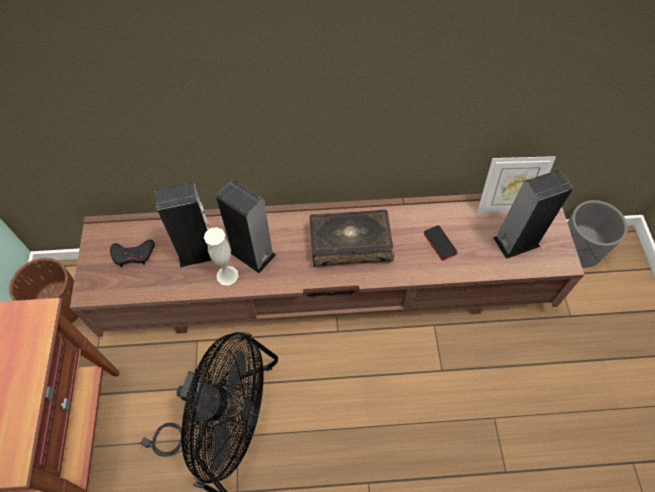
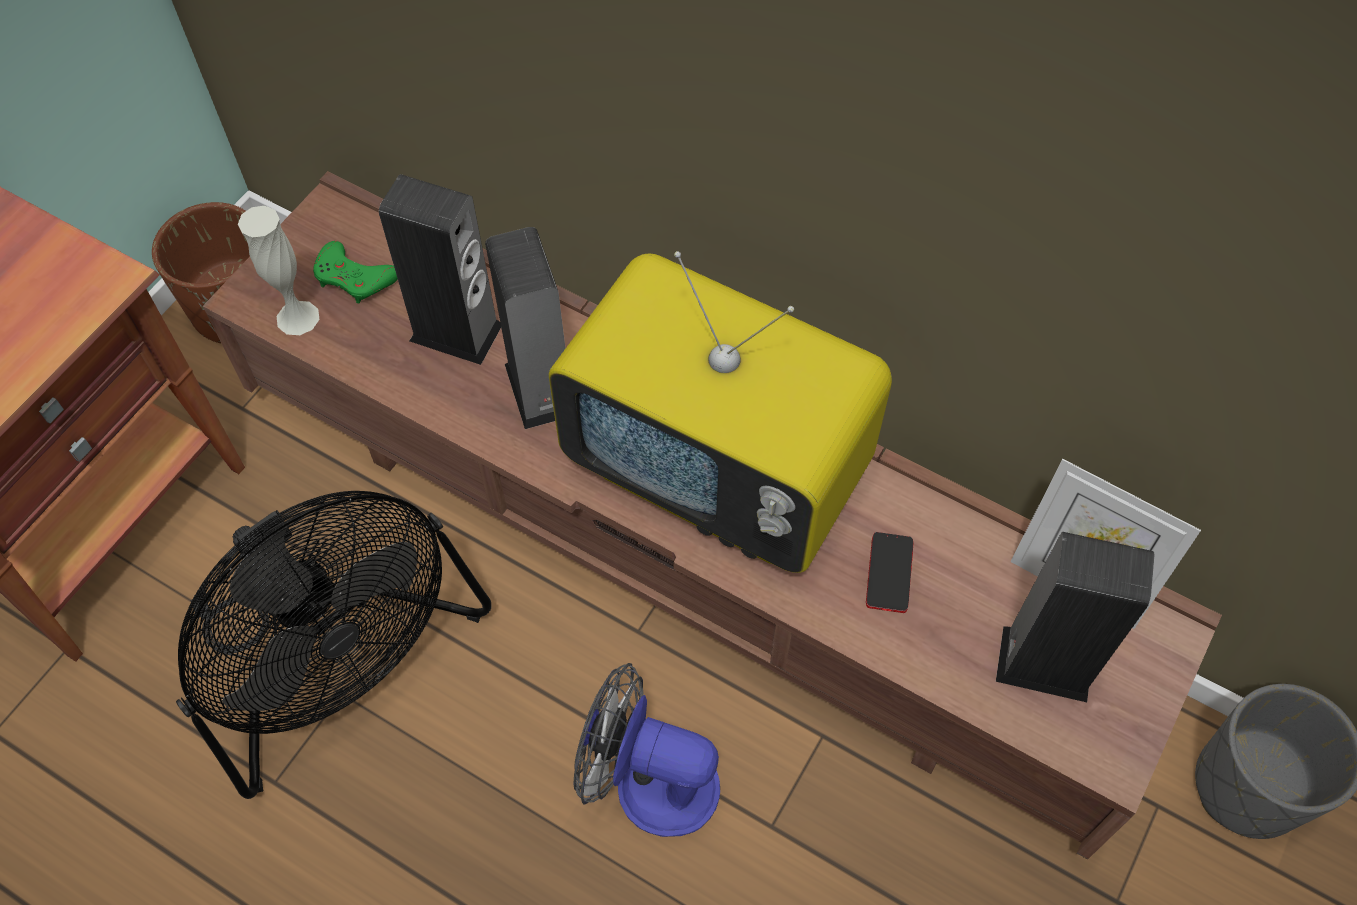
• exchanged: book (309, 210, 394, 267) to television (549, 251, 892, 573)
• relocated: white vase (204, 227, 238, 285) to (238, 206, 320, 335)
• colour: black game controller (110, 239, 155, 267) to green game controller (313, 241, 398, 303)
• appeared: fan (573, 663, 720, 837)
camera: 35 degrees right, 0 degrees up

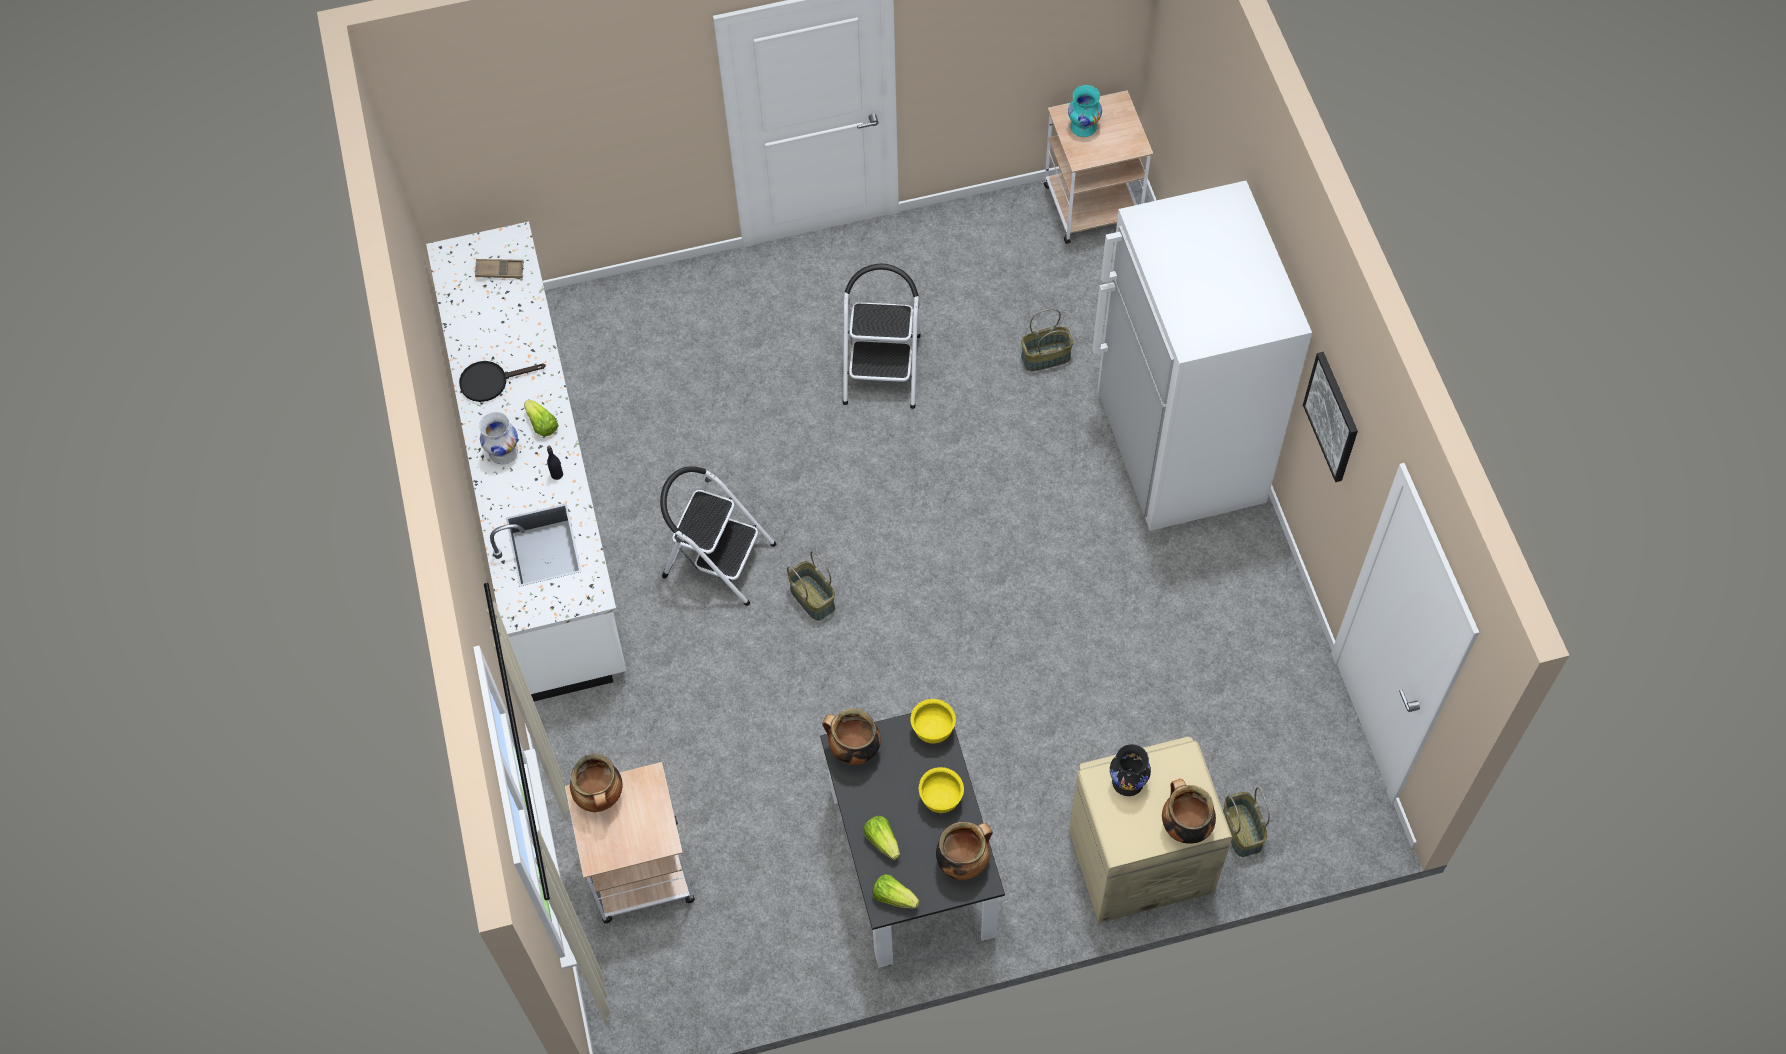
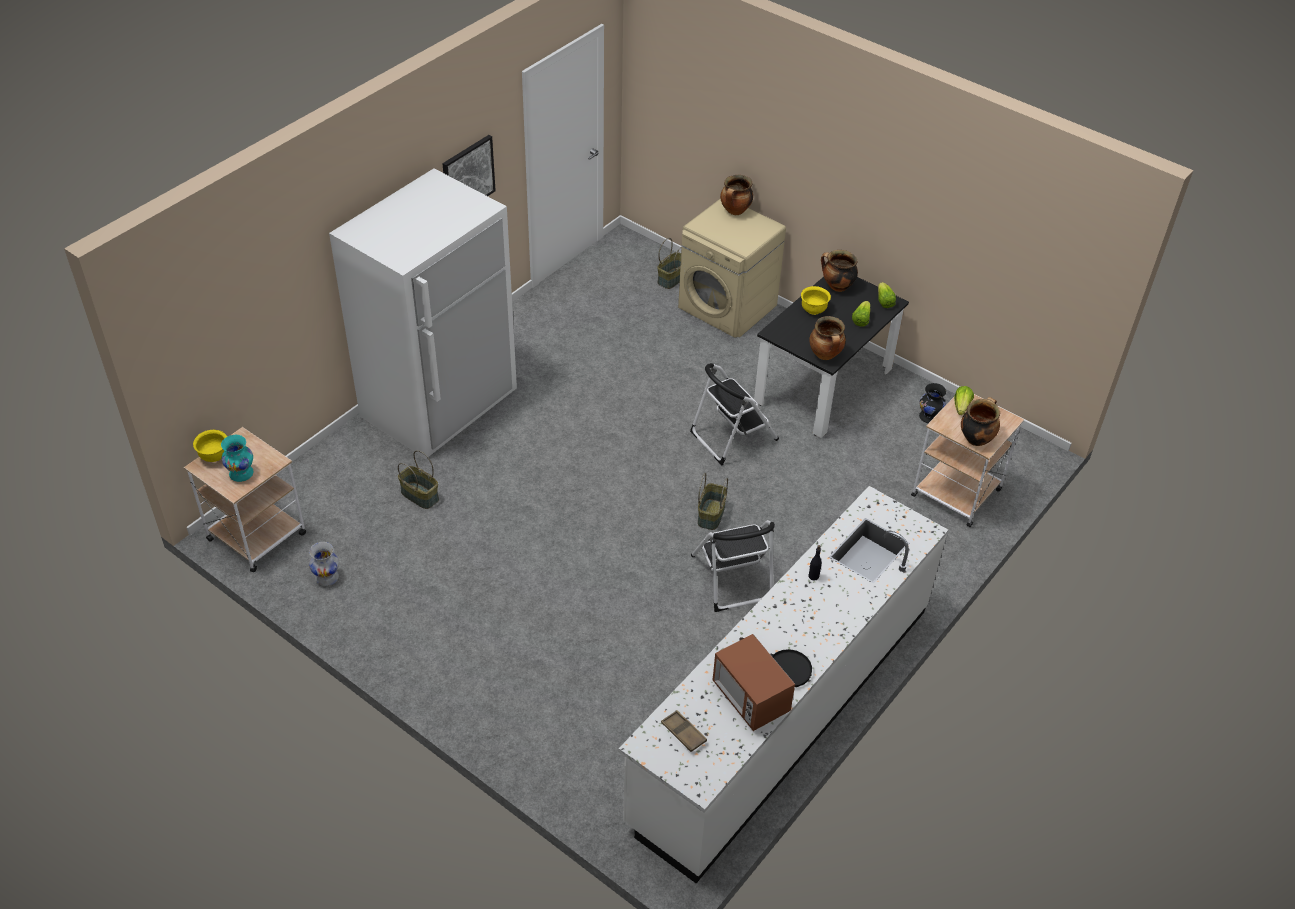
• relocated: step ladder (843, 263, 921, 409) to (690, 363, 779, 465)
• relocated: lettuce (524, 400, 559, 436) to (954, 386, 974, 415)
• relocated: white vase (479, 412, 518, 464) to (309, 542, 339, 586)
• relocated: yellow bowl (910, 699, 956, 743) to (193, 430, 227, 462)
• relocated: black vase (1110, 744, 1151, 796) to (919, 383, 946, 423)
• appeared: microwave (713, 634, 795, 731)
camera: 130 degrees left, 15 degrees down

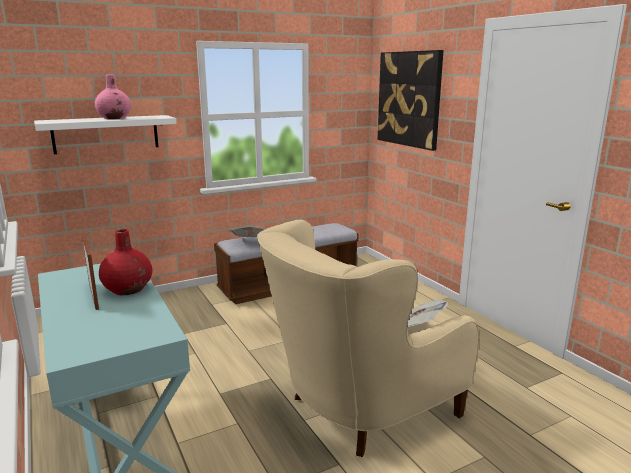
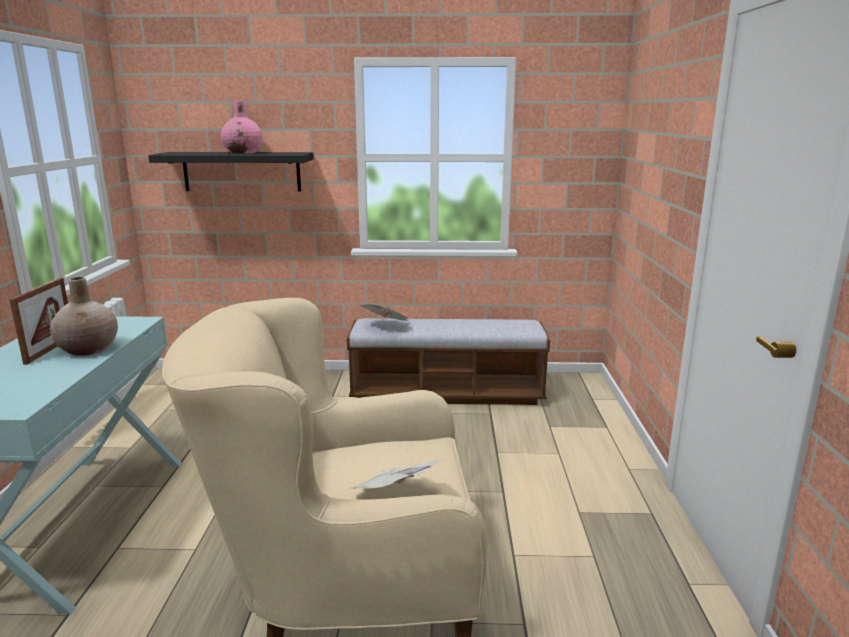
• missing: picture (378, 50, 444, 151)
• colour: white shelf (34, 115, 177, 154) to black shelf (148, 152, 314, 191)
• colour: red vase (99, 229, 153, 295) to beige vase (50, 277, 118, 356)
camera: 30 degrees right, 0 degrees up

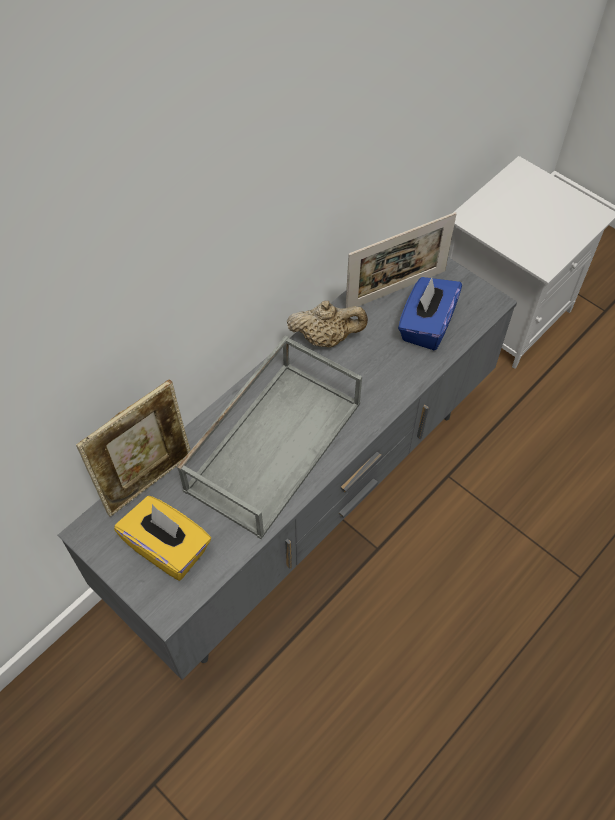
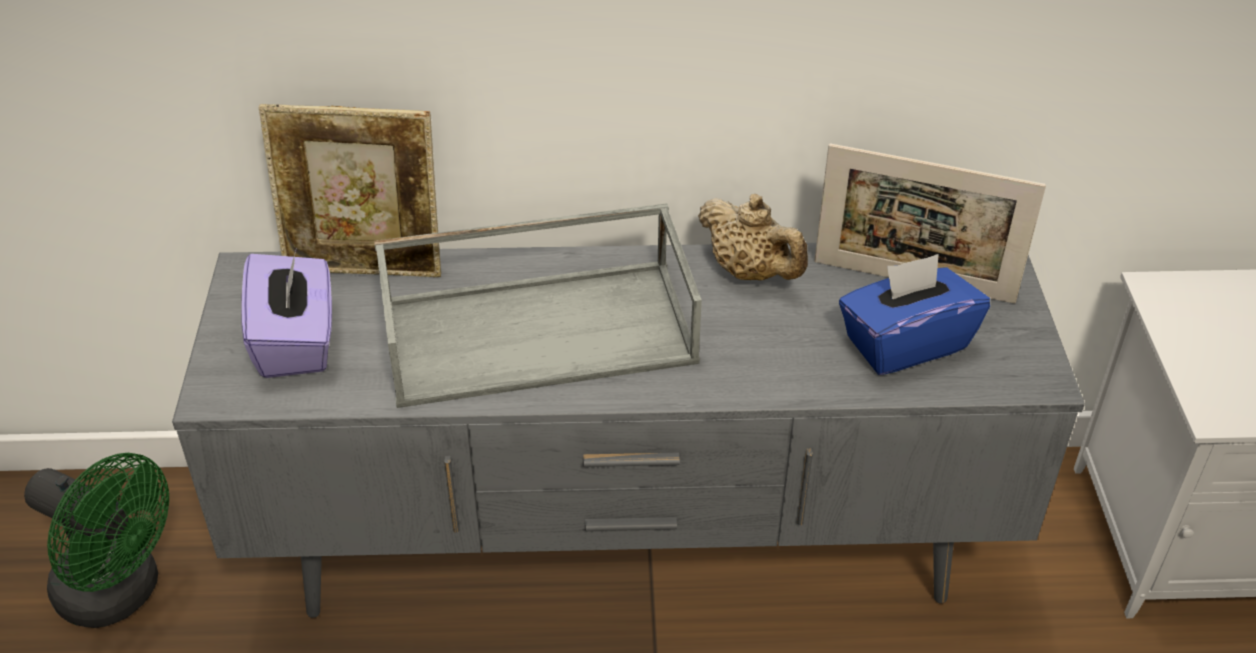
• colour: yellow tissue box (114, 496, 211, 581) to purple tissue box (241, 251, 332, 378)
• appeared: green fan (24, 453, 169, 628)
camera: 45 degrees right, 15 degrees down

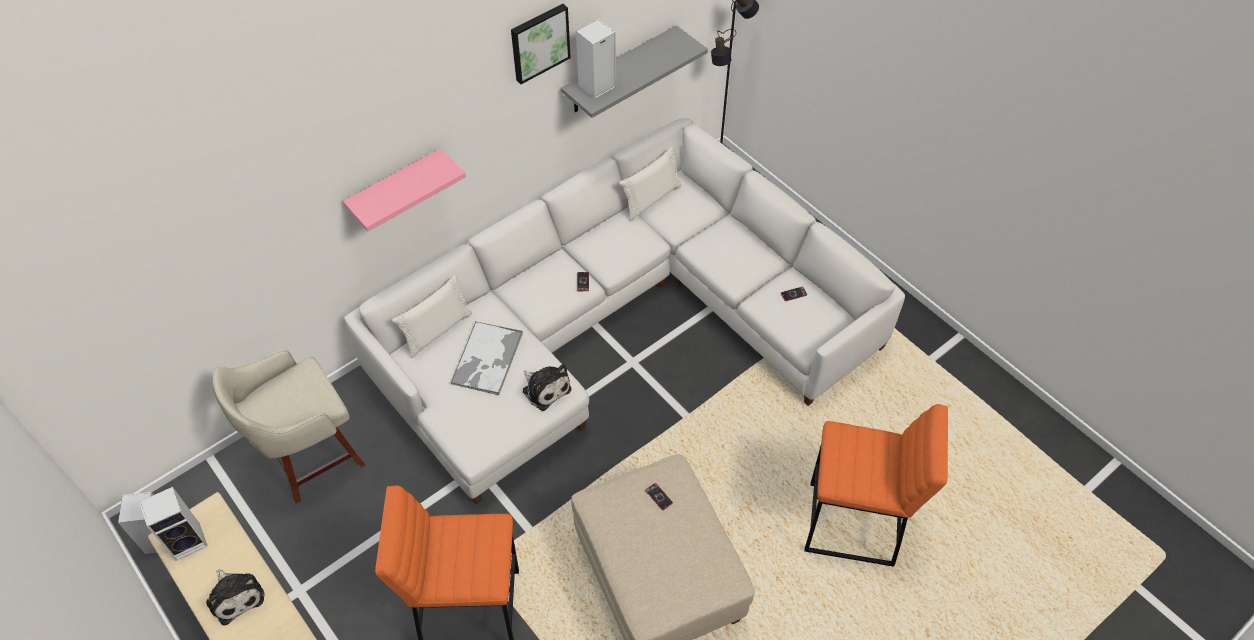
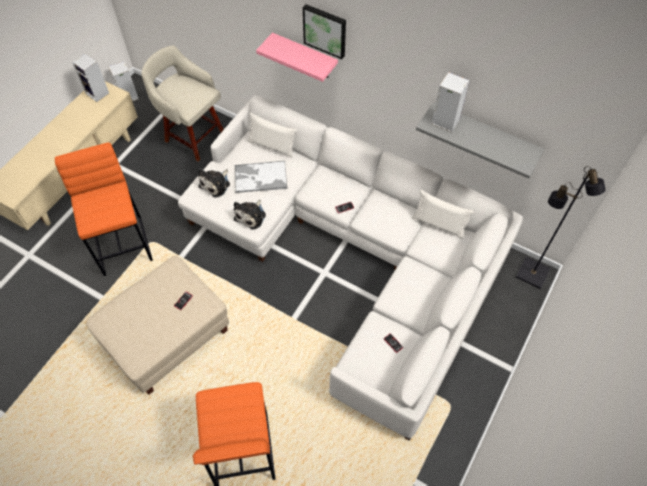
• relocated: picture (511, 4, 571, 84) to (303, 4, 346, 59)
• relocated: plush toy (206, 570, 265, 626) to (198, 169, 230, 197)
camera: 70 degrees right, 5 degrees up

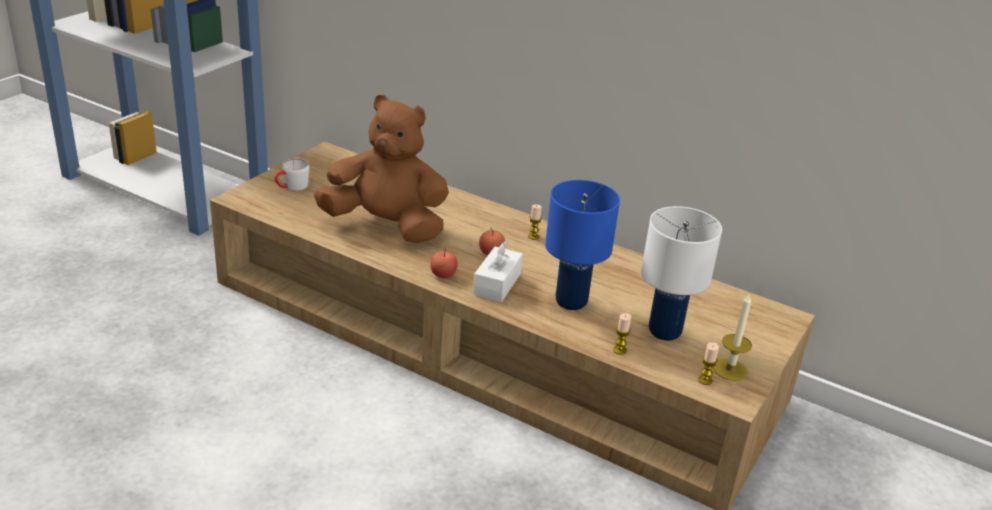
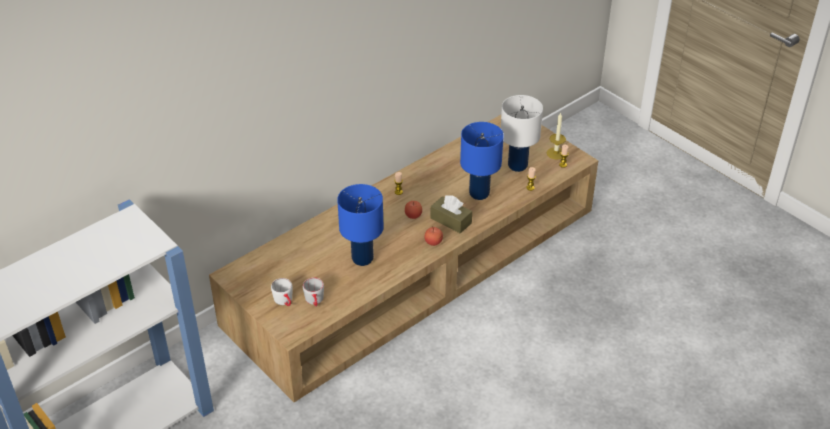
• exchanged: brown plush toy (314, 95, 449, 243) to blue table lamp (337, 184, 384, 266)
• colour: white tissue box (473, 241, 523, 302) to brown tissue box (431, 195, 472, 233)
• appeared: grey mug (303, 278, 324, 307)
camera: 70 degrees left, 10 degrees up

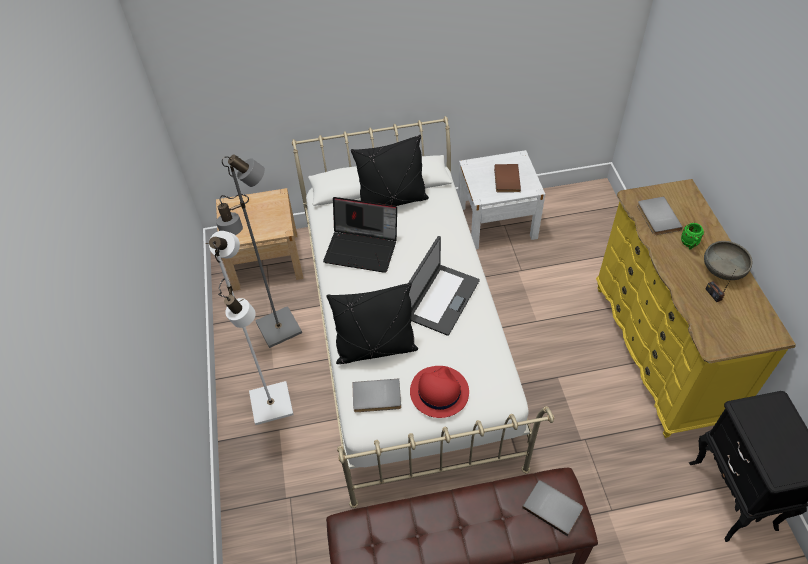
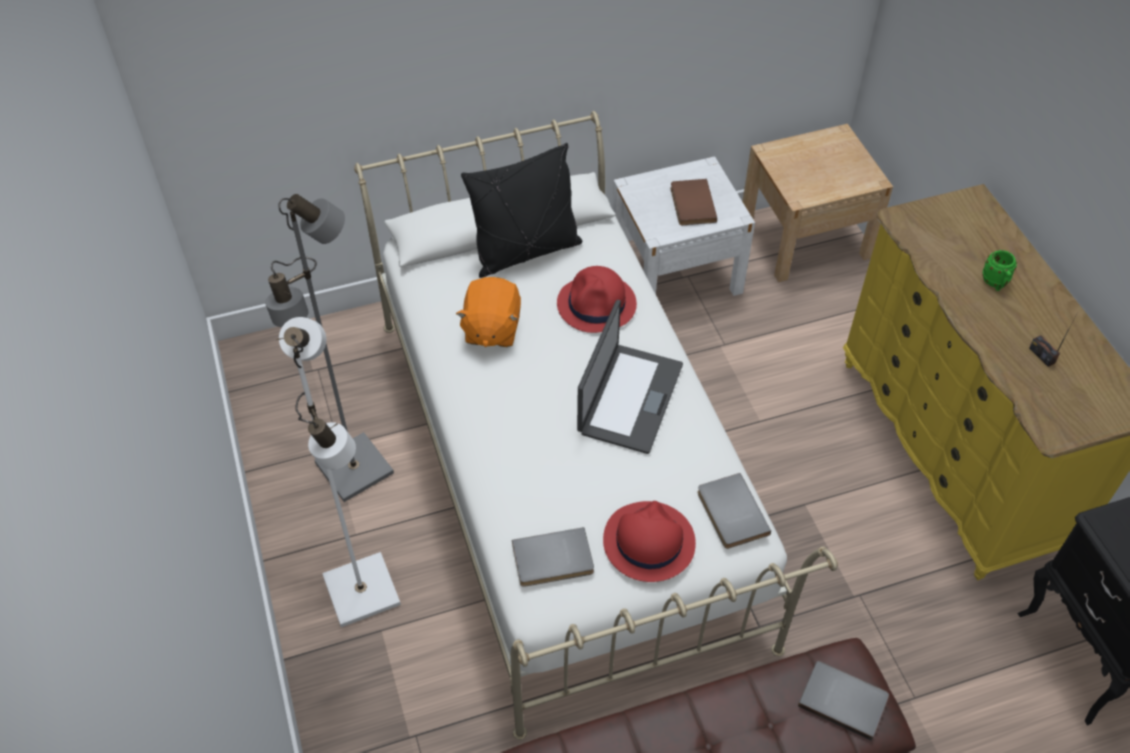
• relocated: beige nightstand (216, 188, 303, 291) to (742, 124, 893, 282)
• relocated: grey book (637, 196, 683, 235) to (697, 473, 771, 549)
• exchanged: laptop (323, 197, 397, 273) to orange plush toy (456, 277, 521, 347)
• missing: grey bowl (704, 241, 752, 280)
• missing: black pillow (326, 283, 418, 364)
• appeared: red hat (557, 266, 637, 333)
camera: 10 degrees left, 0 degrees up

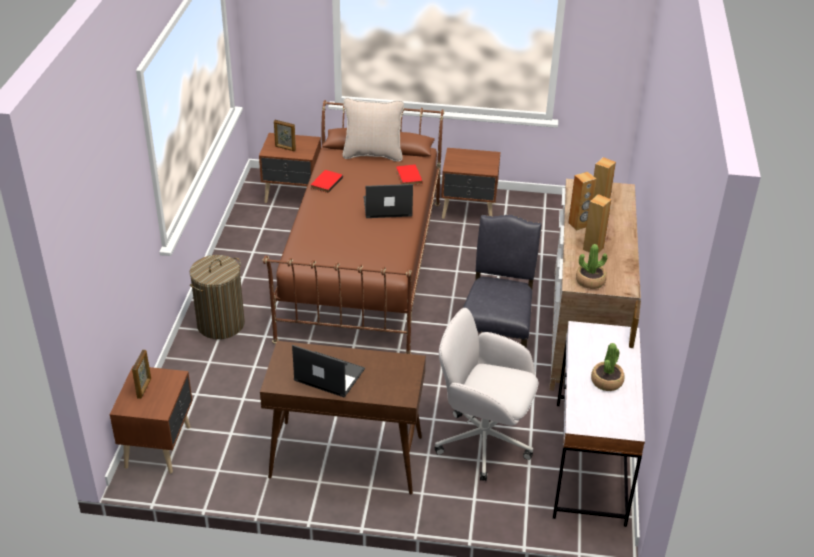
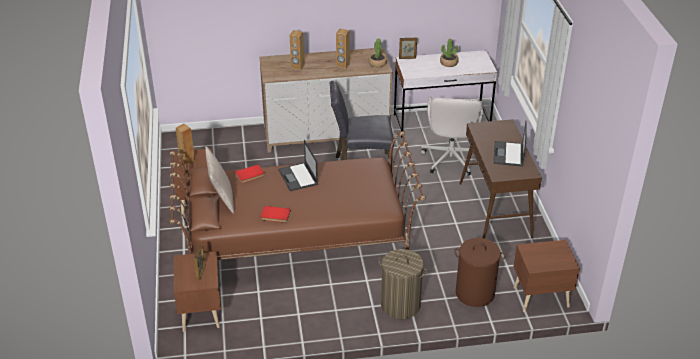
• relocated: brown speaker (568, 172, 596, 231) to (176, 124, 195, 166)
• missing: picture frame (132, 350, 151, 399)
• appeared: brown laundry basket (454, 238, 505, 307)
camera: 105 degrees left, 0 degrees up

